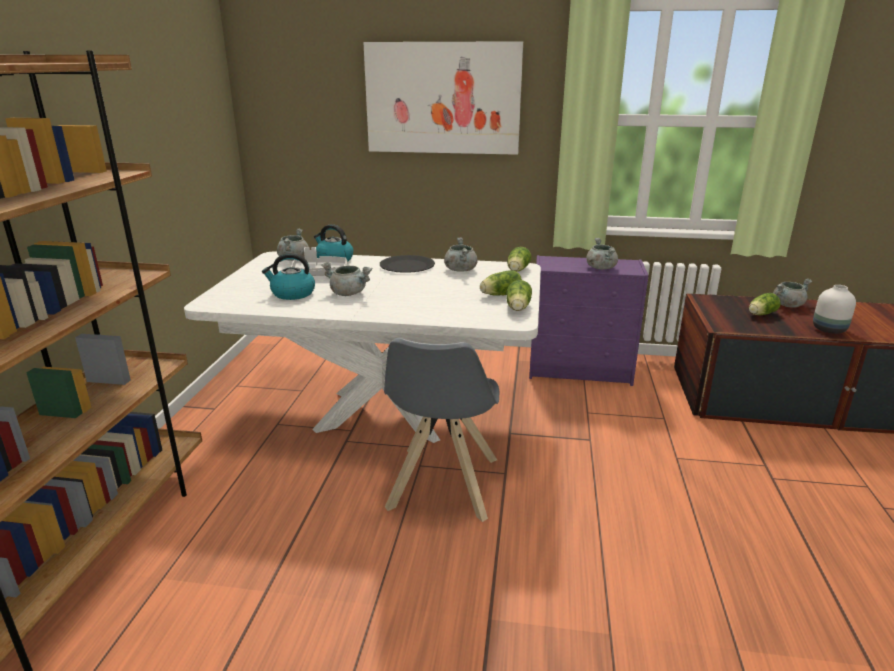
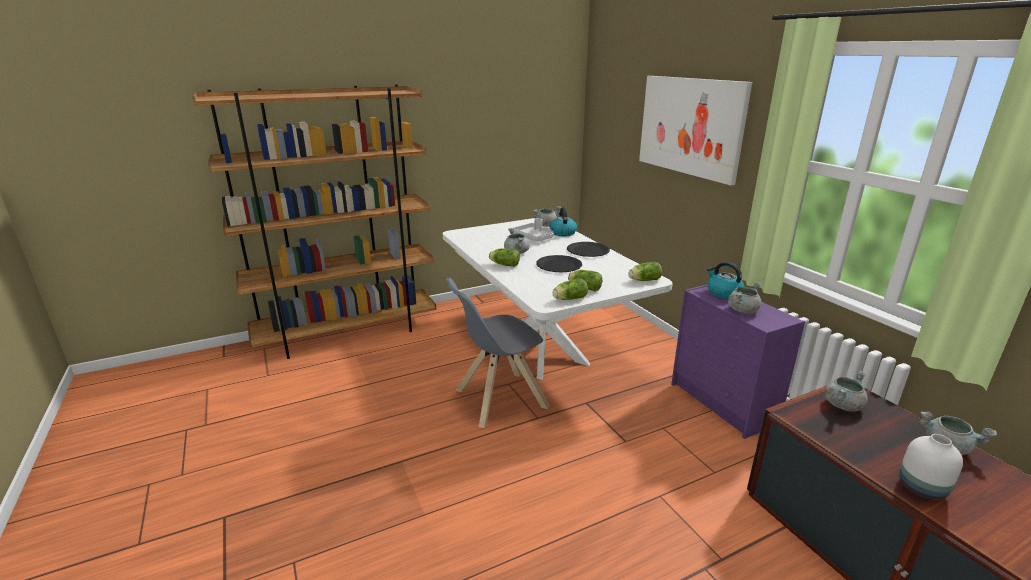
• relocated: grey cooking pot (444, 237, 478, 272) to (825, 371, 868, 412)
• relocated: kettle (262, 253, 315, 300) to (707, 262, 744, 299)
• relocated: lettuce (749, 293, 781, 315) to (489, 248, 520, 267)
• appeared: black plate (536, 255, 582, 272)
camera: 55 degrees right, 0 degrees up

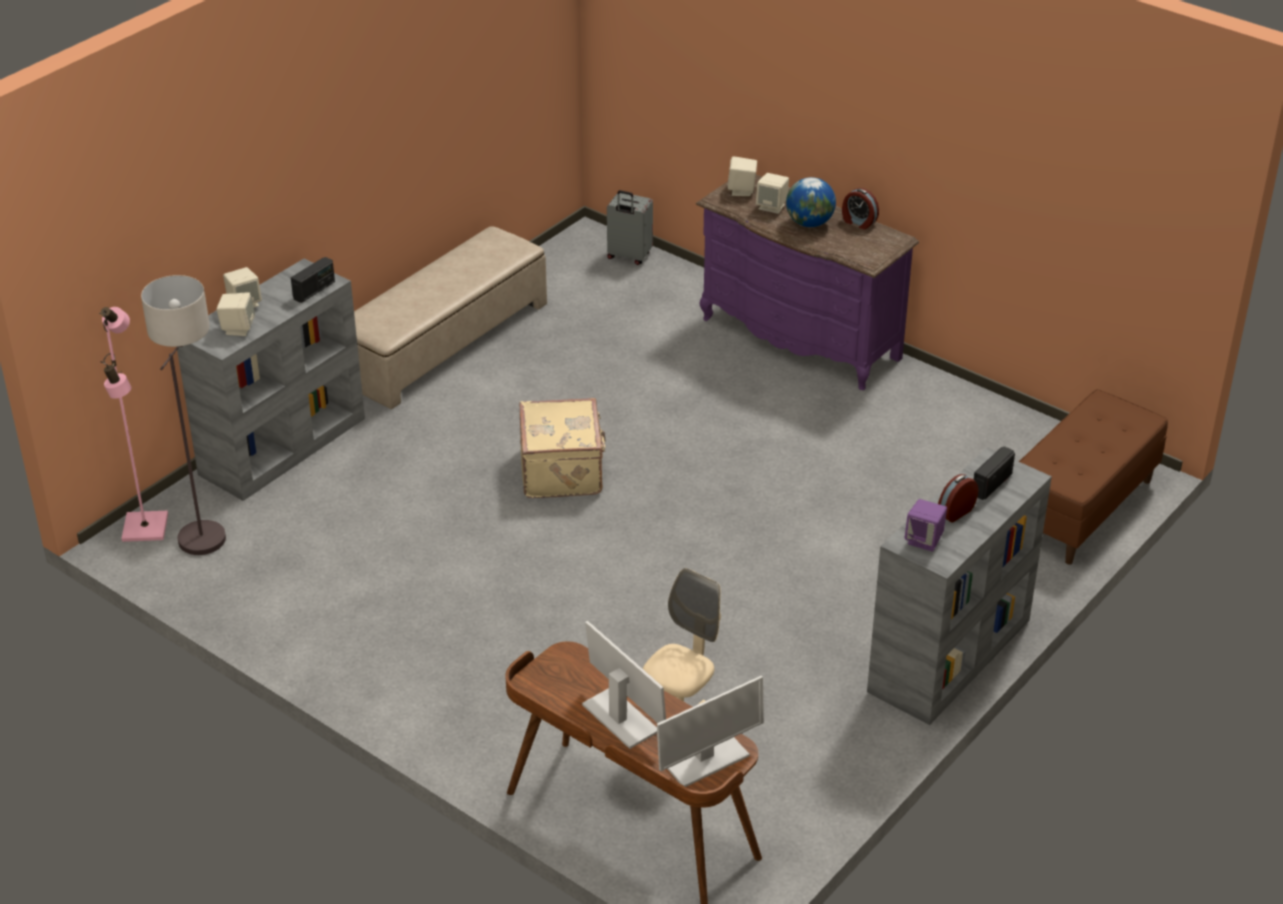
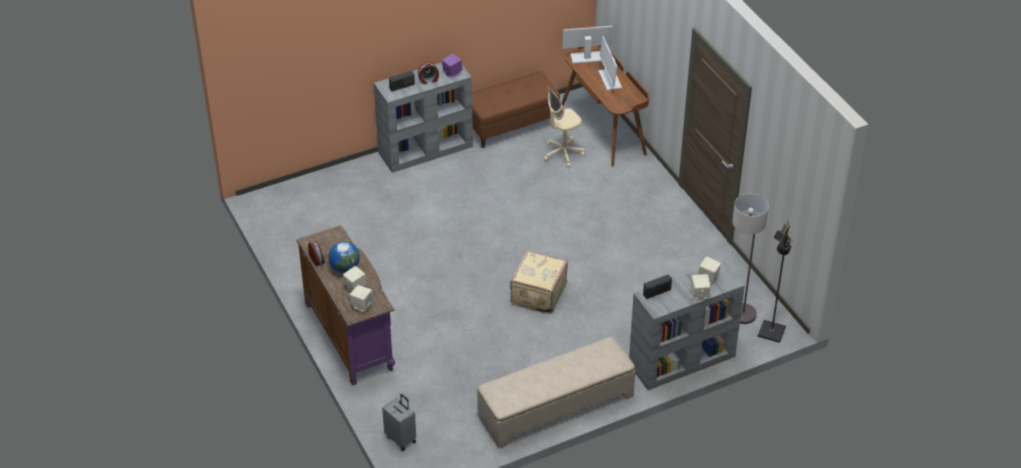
• colour: pink floor lamp (99, 307, 168, 542) to black floor lamp (758, 220, 792, 343)
• relocated: brown bench (1019, 389, 1168, 565) to (472, 71, 560, 148)
camera: 155 degrees left, 5 degrees up

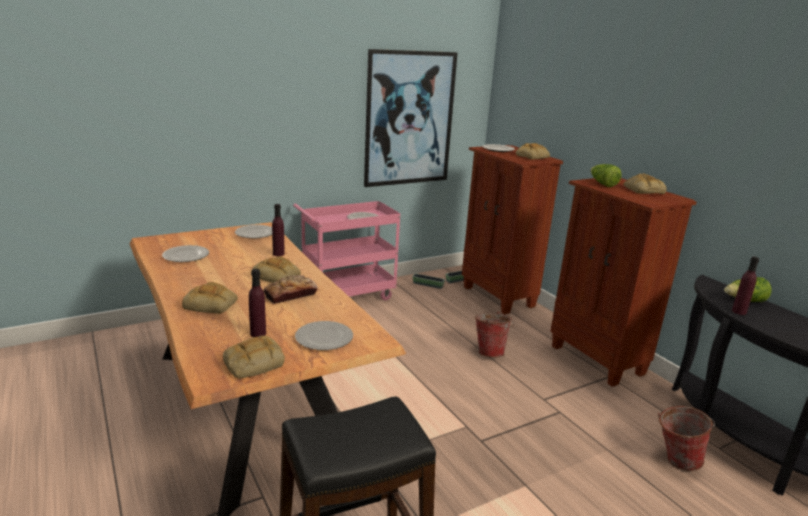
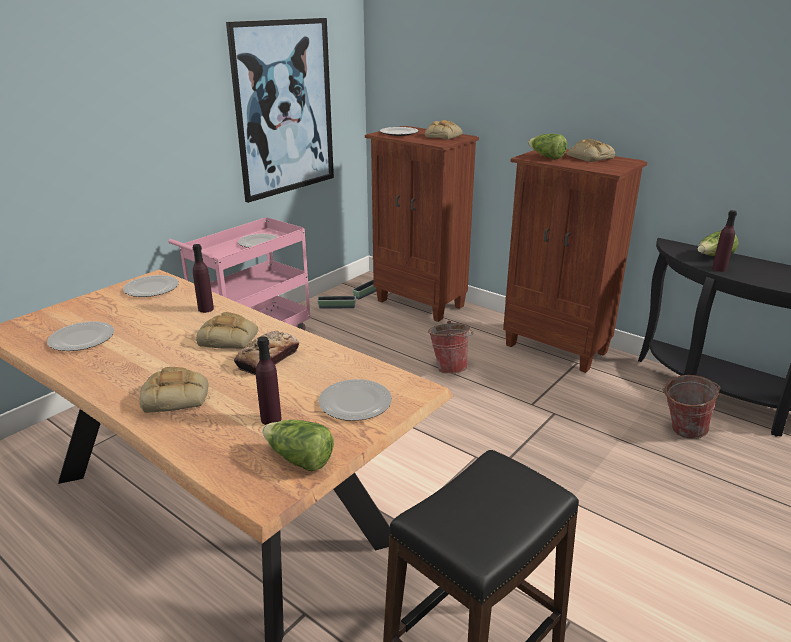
• exchanged: bread (223, 336, 285, 379) to lettuce (262, 420, 334, 471)
camera: 20 degrees left, 5 degrees up

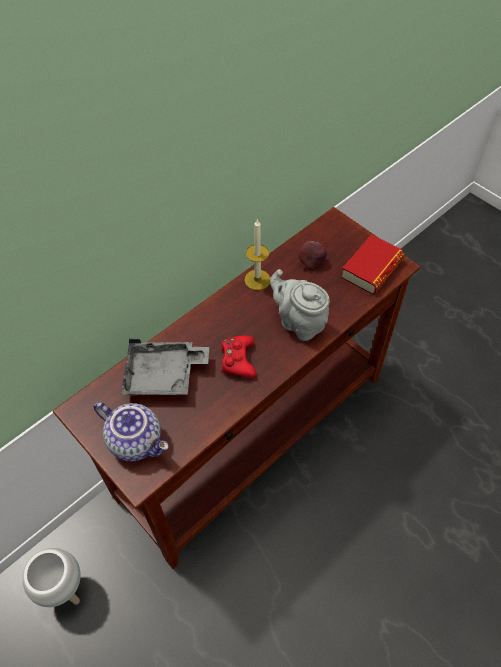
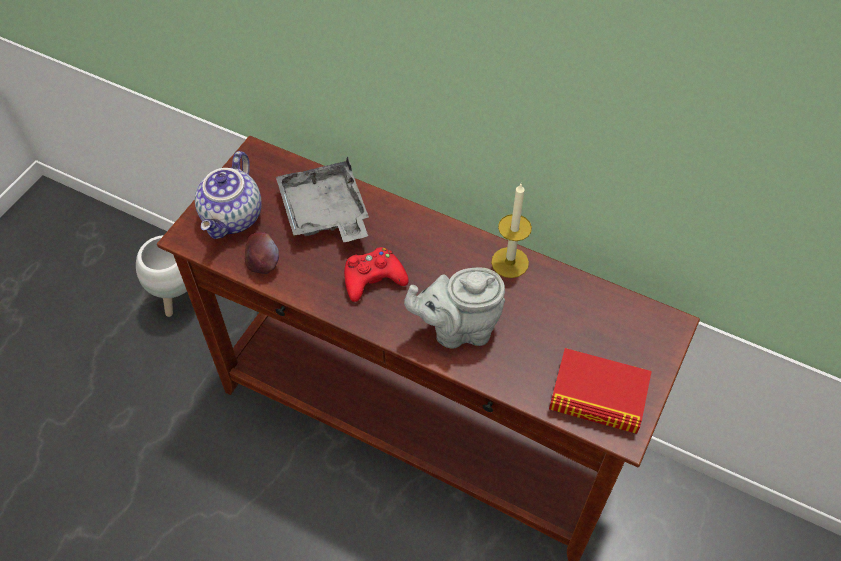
• relocated: apple (298, 241, 327, 271) to (245, 232, 279, 274)
• spun: grey teapot (270, 269, 330, 341) = (404, 267, 505, 349) 120 degrees counterclockwise
camera: 70 degrees right, 0 degrees up

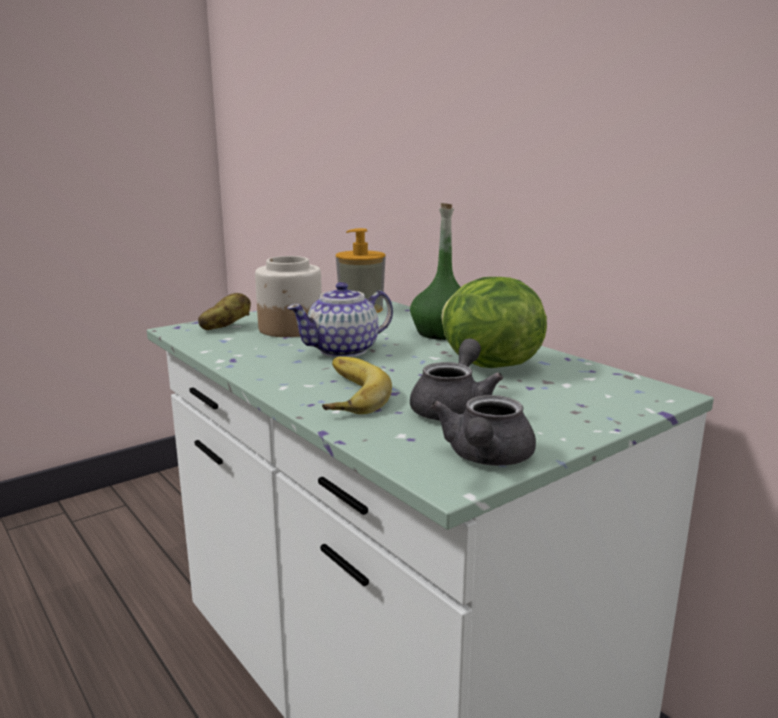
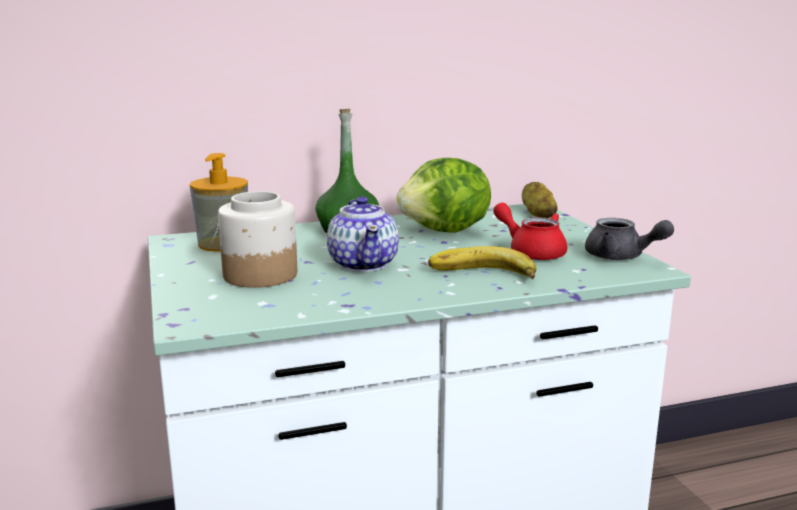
• relocated: potato (198, 293, 251, 330) to (522, 182, 558, 218)
• colour: grey teapot (410, 338, 503, 421) to red teapot (493, 203, 567, 260)
camera: 70 degrees left, 0 degrees up

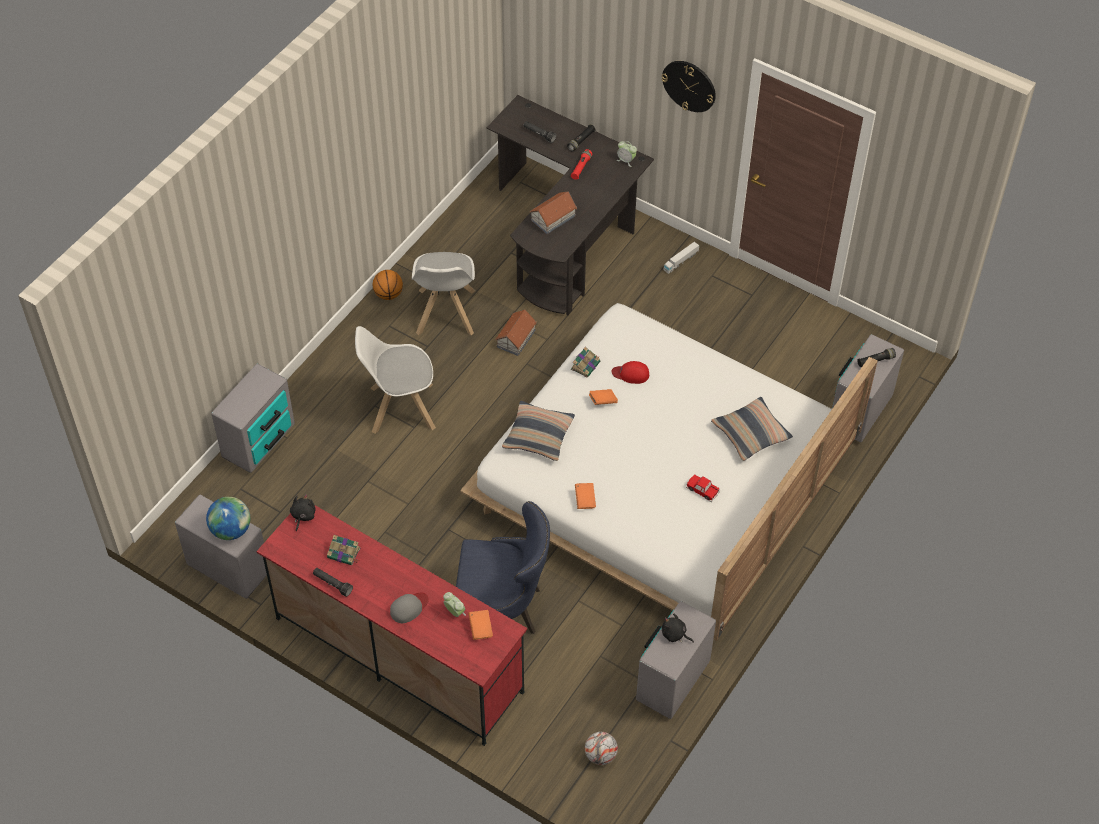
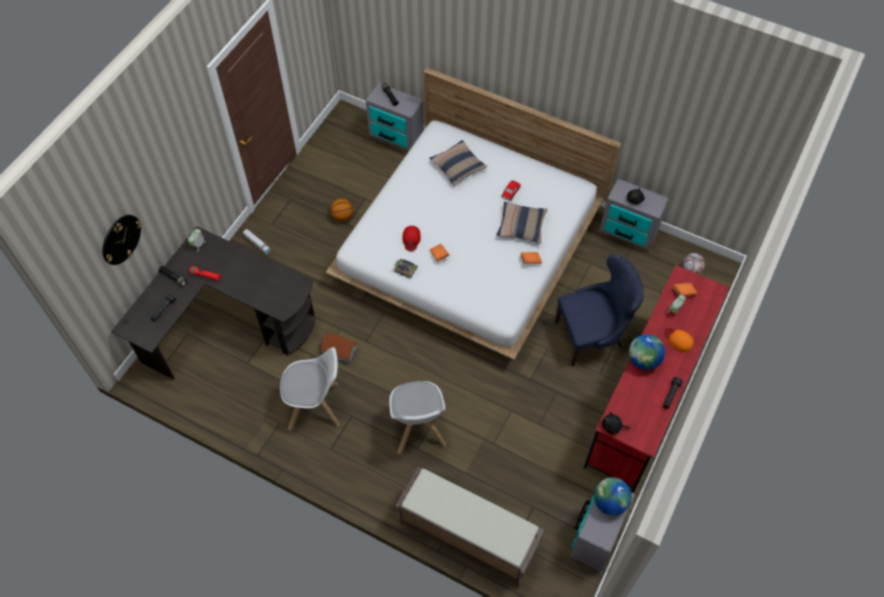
• relocated: wall clock (662, 61, 716, 112) to (102, 215, 141, 265)
• missing: toy house (530, 191, 577, 234)
• relocated: basketball (373, 270, 403, 300) to (330, 198, 353, 222)
• exchanged: grey nightstand (211, 364, 295, 473) to brown bench (395, 466, 545, 586)
• relocated: pillow (502, 401, 575, 461) to (497, 202, 547, 244)
• spun: blue chair (456, 501, 550, 634) = (554, 254, 644, 367) 75 degrees clockwise
• missing: book (327, 535, 360, 565)
• colour: grey cap (390, 593, 429, 623) to orange cap (664, 328, 694, 352)
• appeared: globe (629, 334, 665, 370)
camera: 95 degrees left, 5 degrees up

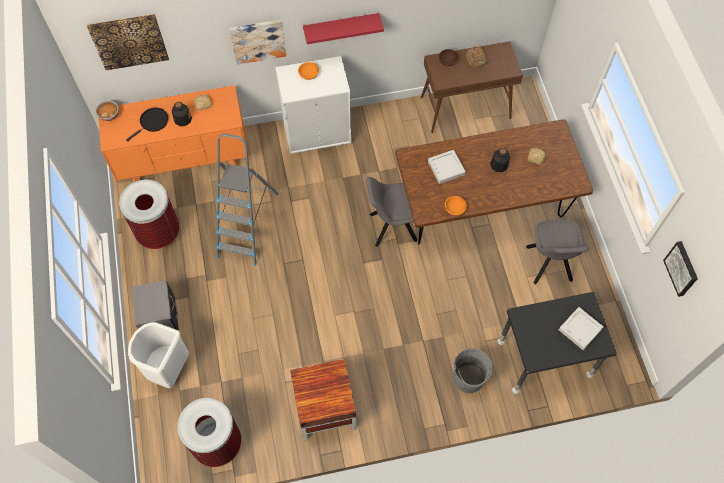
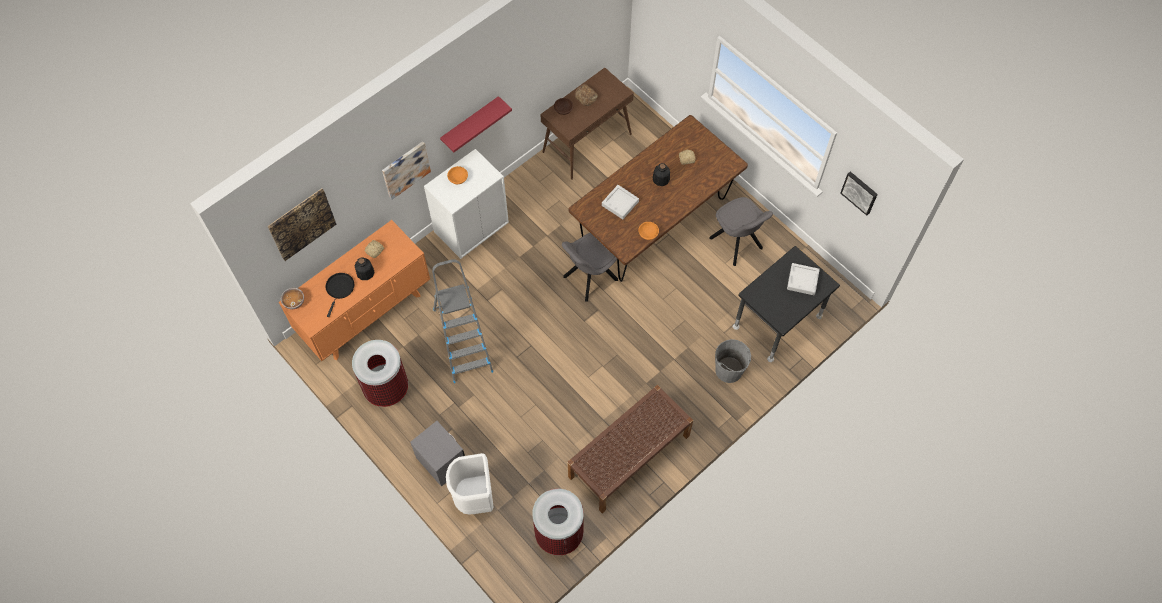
• exchanged: nightstand (290, 359, 356, 440) to brown bench (567, 385, 693, 514)
camera: 30 degrees left, 0 degrees up

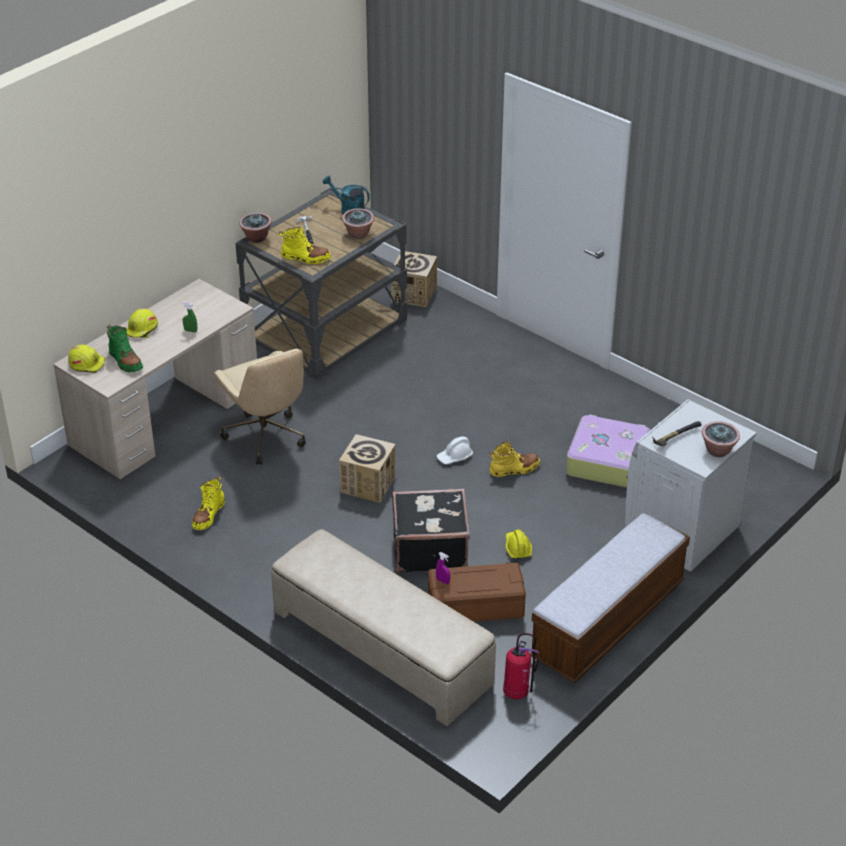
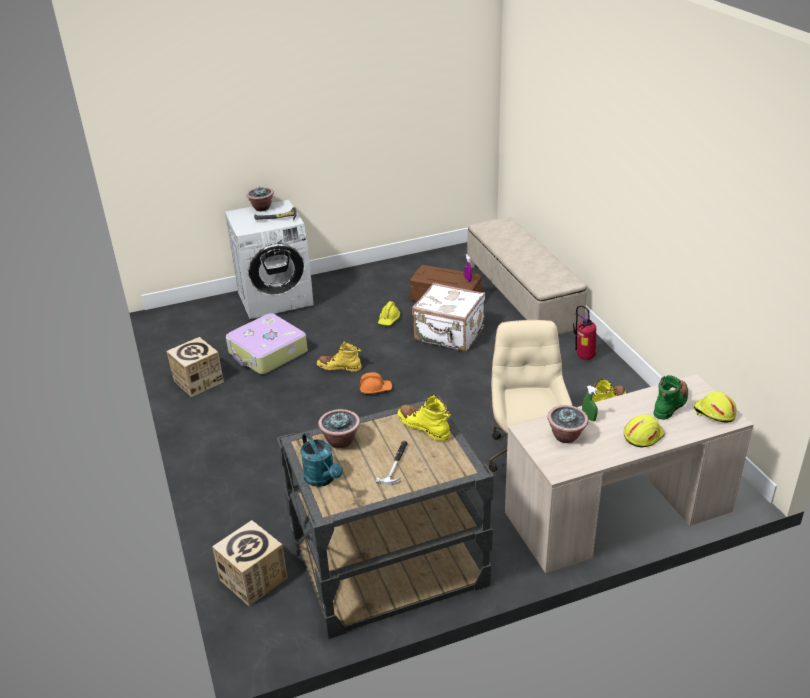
• relocated: potted plant (239, 213, 272, 243) to (547, 405, 588, 443)
• spun: green boot (107, 325, 143, 372) = (654, 375, 688, 420) 45 degrees clockwise
• relocated: cardboard box (339, 434, 396, 503) to (166, 337, 224, 397)
• colour: white hard hat (437, 436, 473, 464) to orange hard hat (360, 372, 392, 395)
• colour: black suitcase (392, 489, 470, 573) to white suitcase (412, 283, 485, 352)
• missing: bench (530, 513, 690, 683)
• relocated: fire extinguisher (503, 633, 540, 699) to (573, 306, 596, 360)
camera: 150 degrees left, 5 degrees down

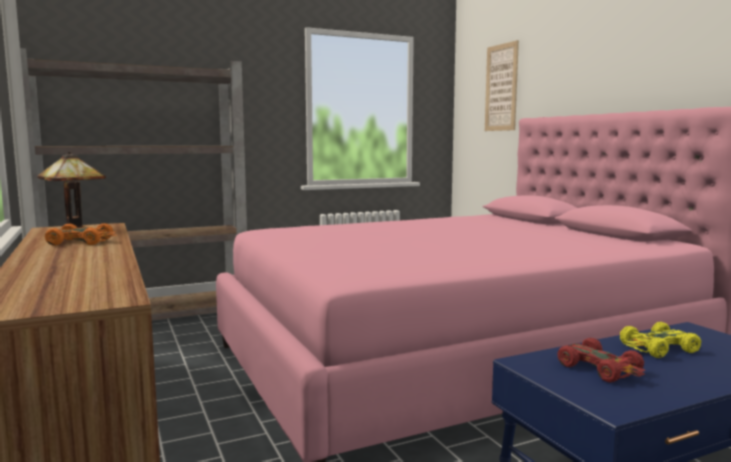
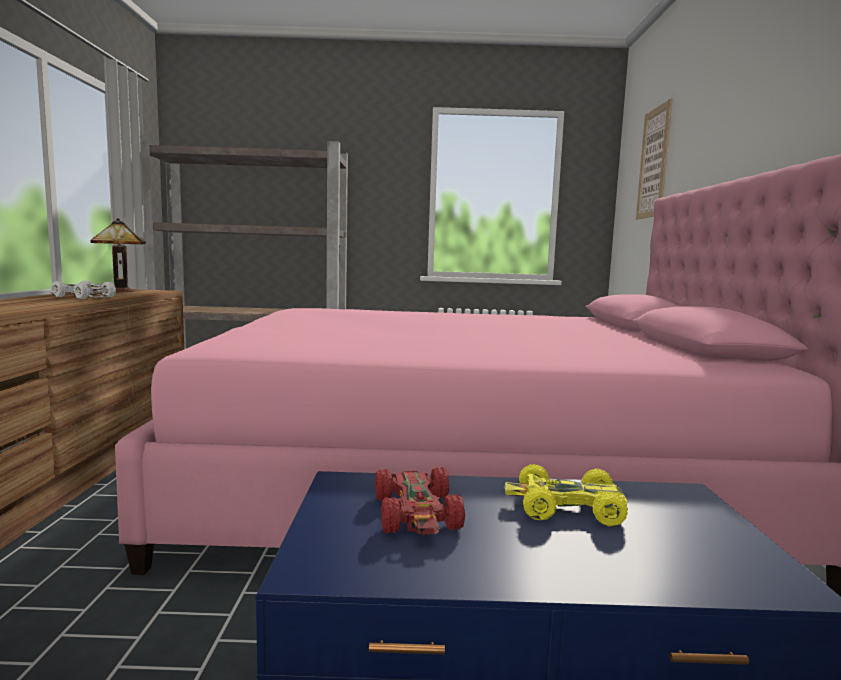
• colour: orange toy car (45, 223, 117, 245) to white toy car (51, 280, 116, 299)
camera: 25 degrees right, 0 degrees up

